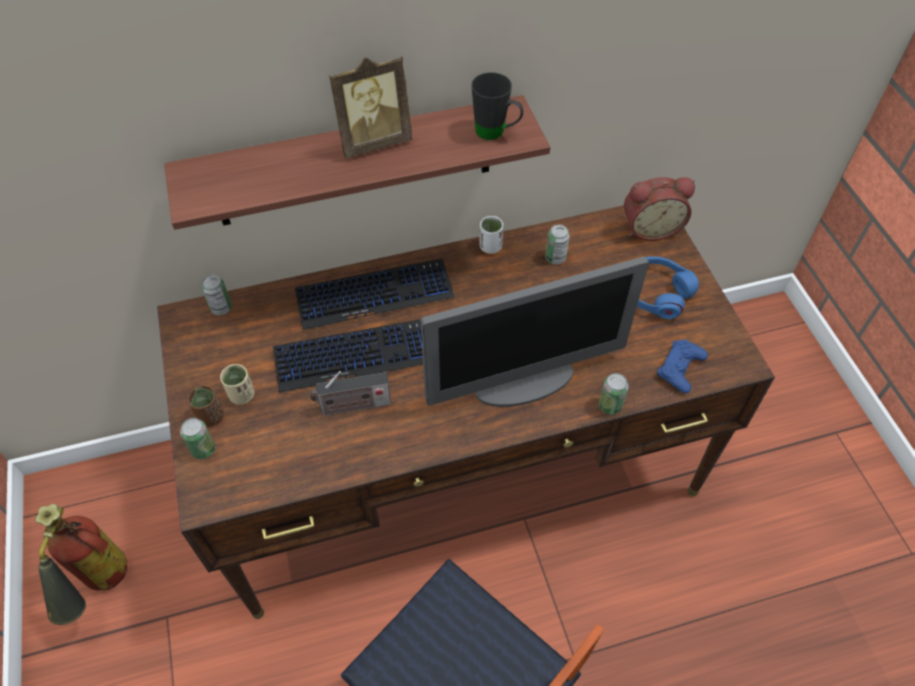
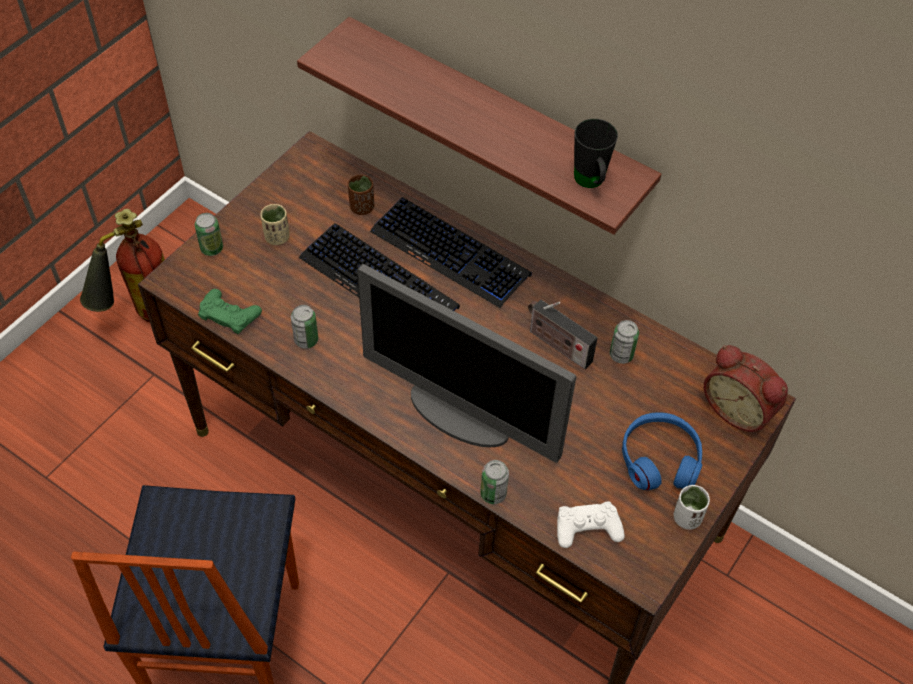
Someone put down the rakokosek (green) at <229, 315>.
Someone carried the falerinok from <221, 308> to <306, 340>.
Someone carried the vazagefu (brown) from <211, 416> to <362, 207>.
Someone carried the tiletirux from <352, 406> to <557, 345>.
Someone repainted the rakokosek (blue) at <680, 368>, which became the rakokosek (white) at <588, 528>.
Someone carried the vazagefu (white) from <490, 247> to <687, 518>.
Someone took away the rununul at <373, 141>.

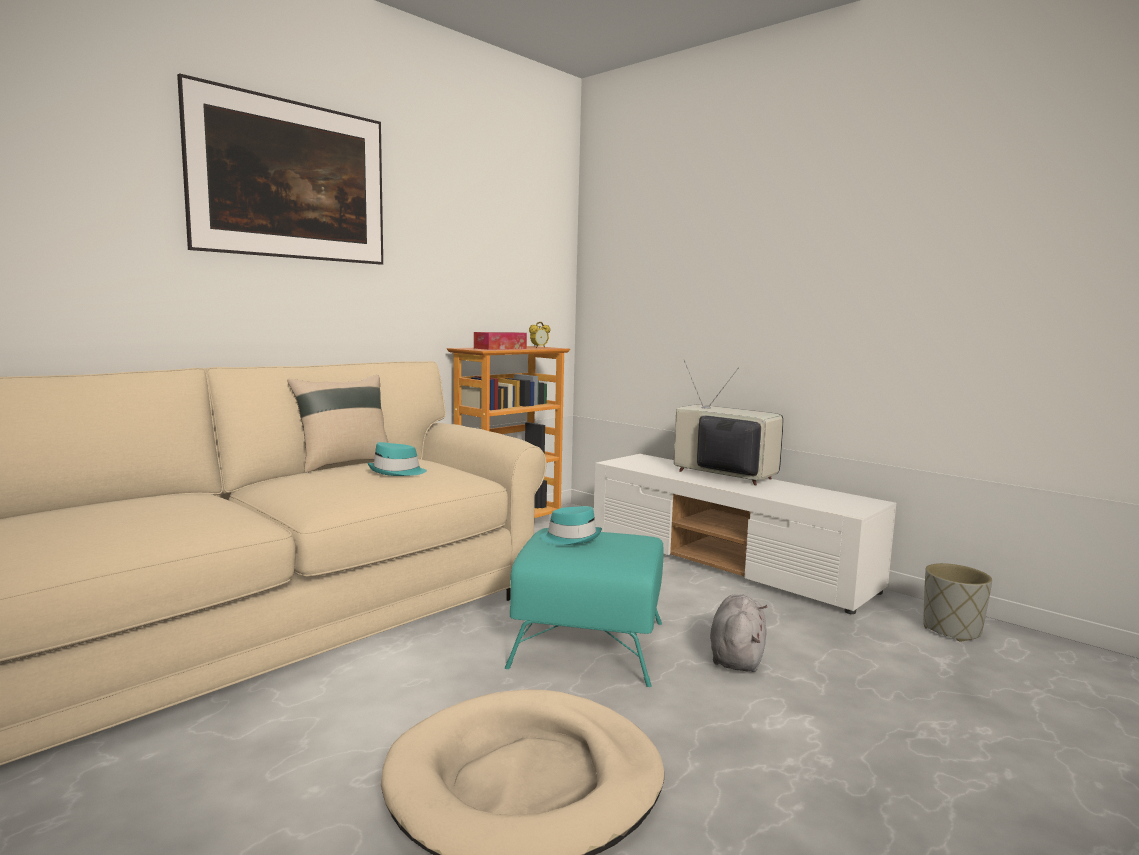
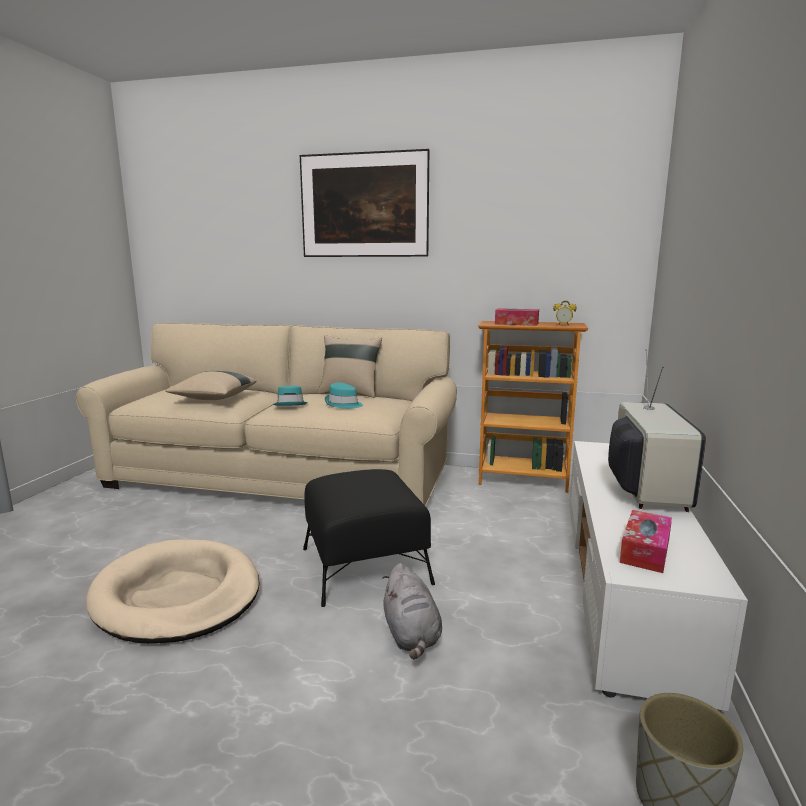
Someone put down the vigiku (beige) at <213, 399>.
Someone carried the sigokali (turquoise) from <571, 538> to <290, 404>.
Someone repainted the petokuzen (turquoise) at <587, 643>, which became the petokuzen (black) at <365, 565>.
Someone rotated the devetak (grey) at <736, 656> by 90 degrees clockwise.
Someone put down the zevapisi at <645, 550>.

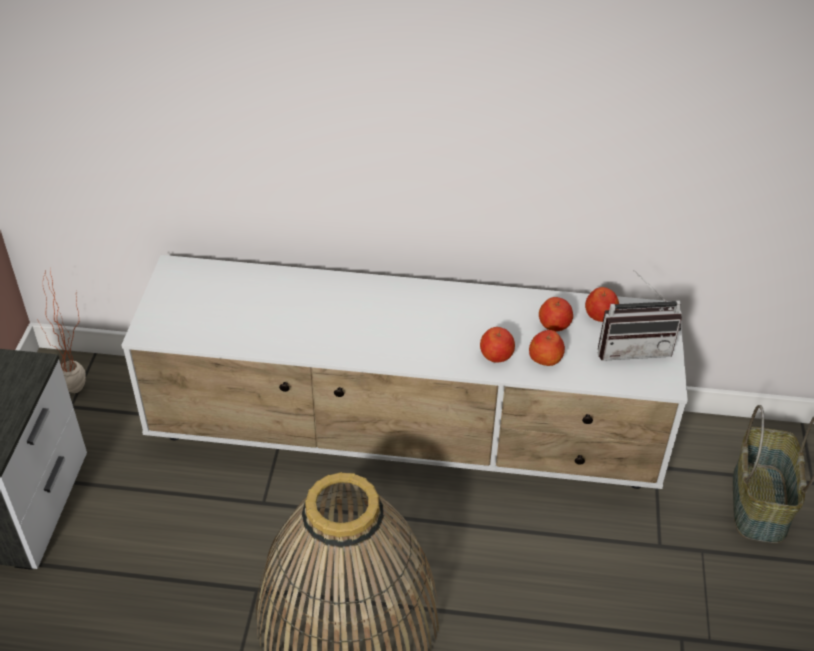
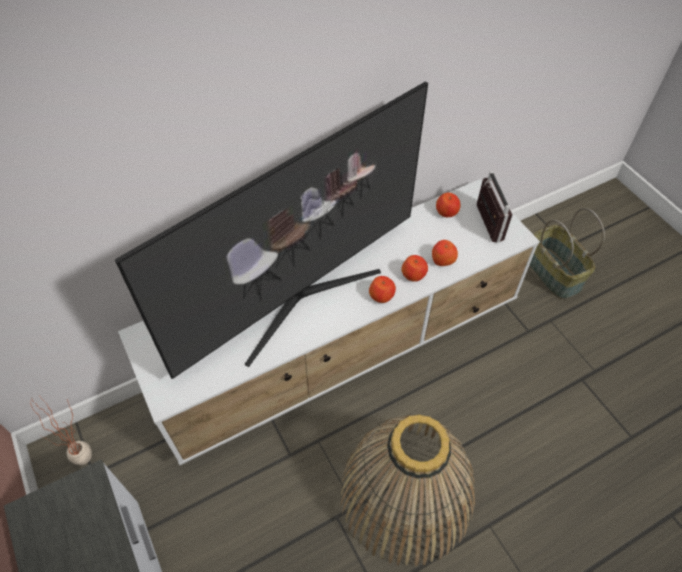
Someone put down the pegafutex at <299, 299>.
Someone carried the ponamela from <554, 324> to <382, 295>.
Someone rotated the tiletirux at <633, 347> by 60 degrees counterclockwise.

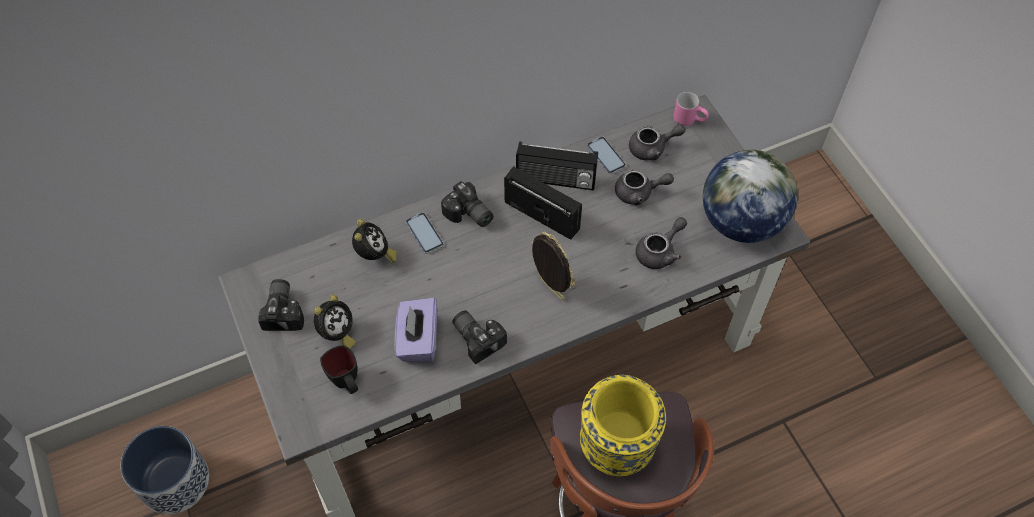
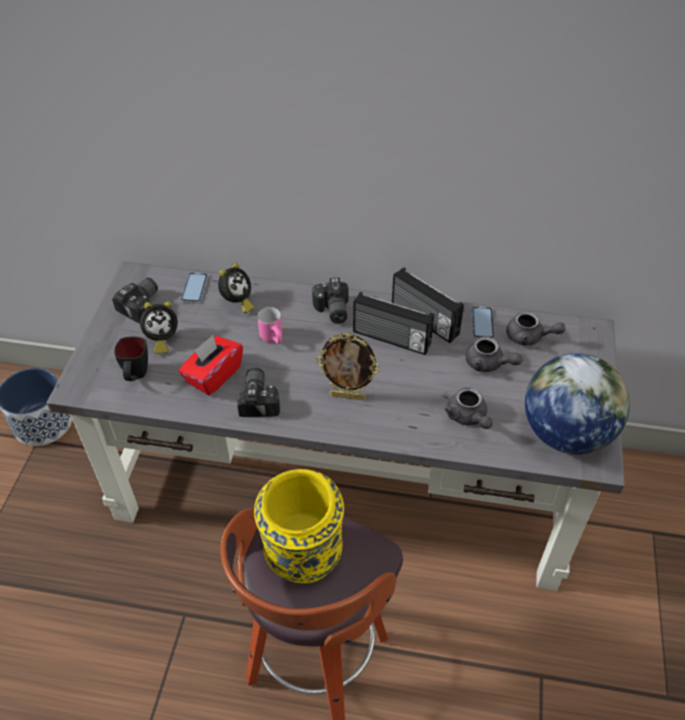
Someone repainted the zevapisi (purple) at <418, 340>, which became the zevapisi (red) at <213, 375>.
Someone carried the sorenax from <424, 233> to <194, 288>.
Someone carried the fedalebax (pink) from <689, 119> to <275, 338>.
Someone rotated the rununul at <550, 290> by 105 degrees clockwise.
Someone rotated the tiletirux at <542, 215> by 135 degrees clockwise.
Someone rotated the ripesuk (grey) at <659, 252> by 75 degrees clockwise.

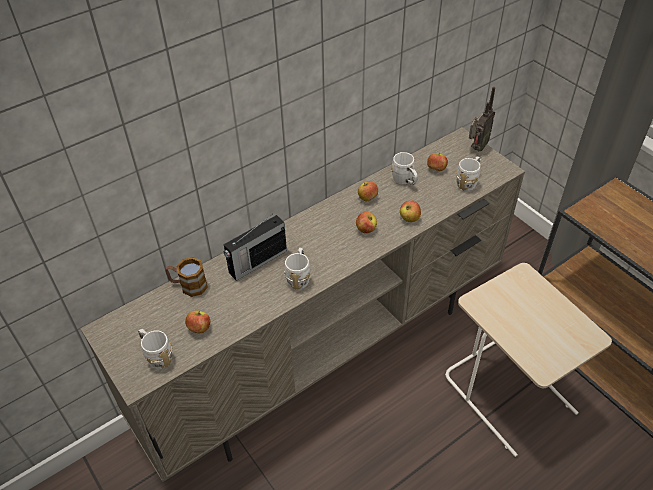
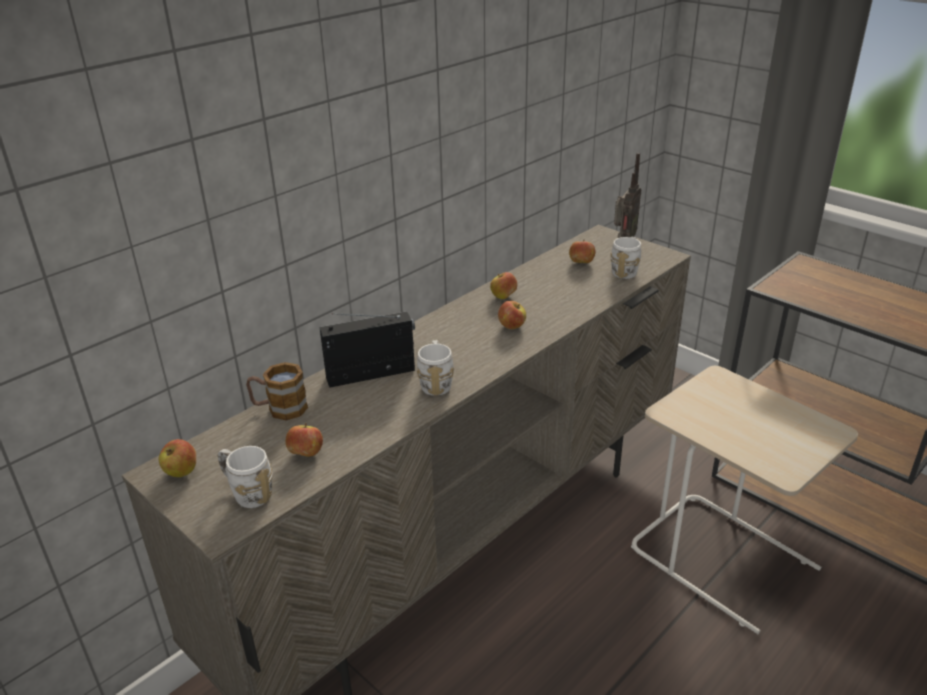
Someone carried the ponamela from <409, 218> to <181, 472>.
Someone rotated the tiletirux at <257, 262> by 150 degrees counterclockwise.
Someone took away the fedalebax (white) at <404, 181>.

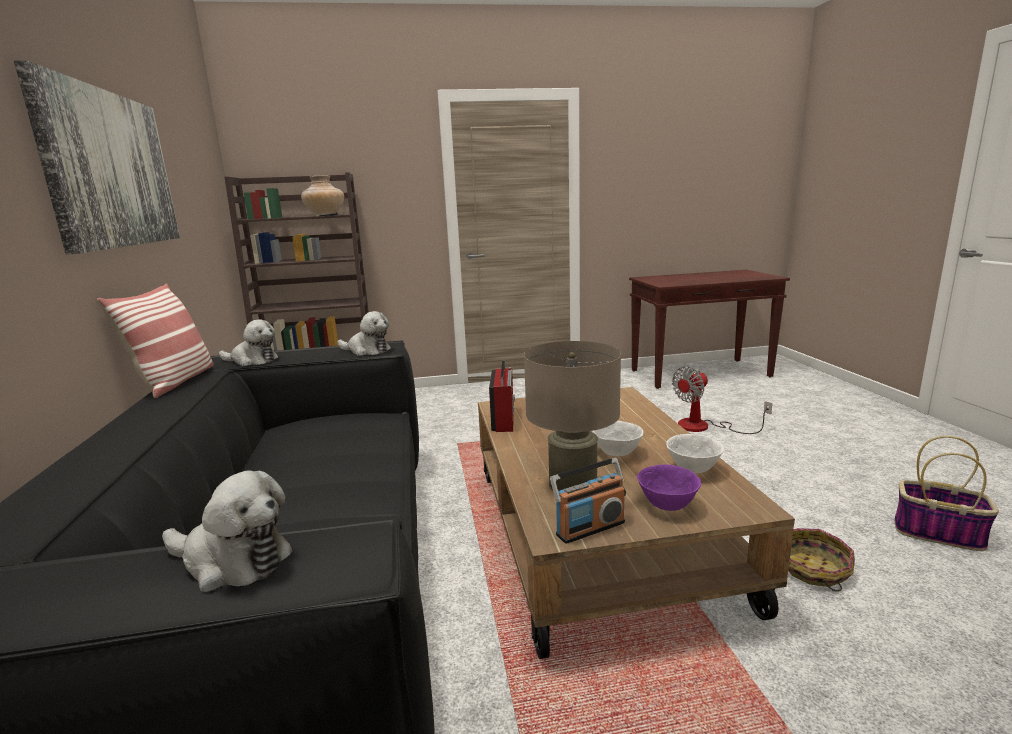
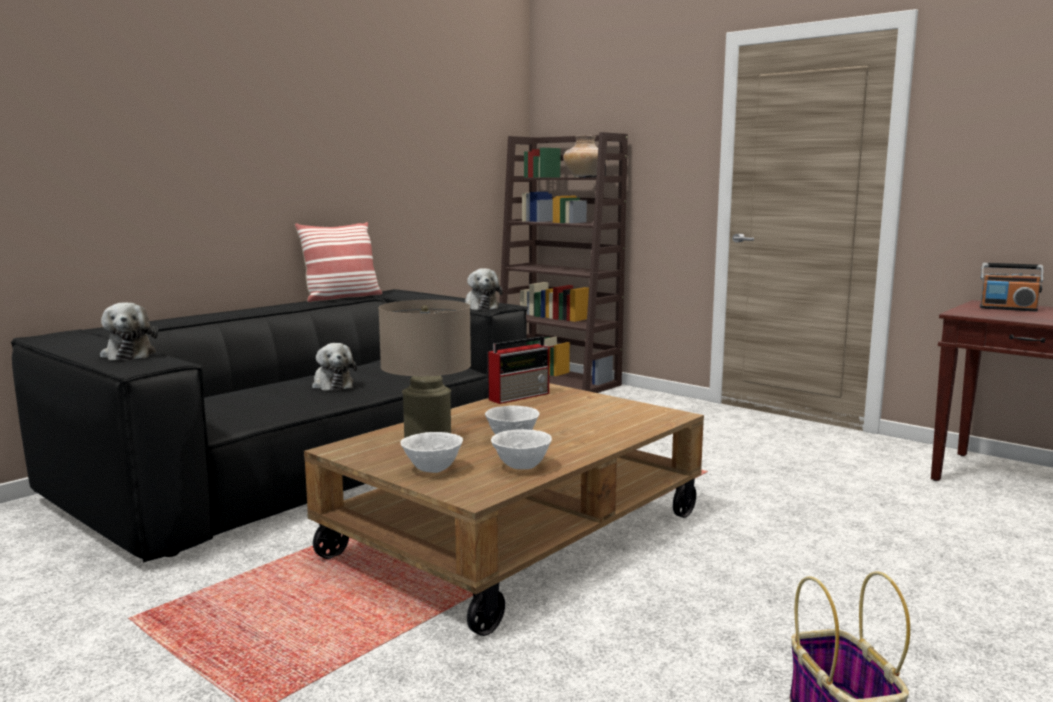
Someone carried the devetak from <252, 360> to <332, 384>.
Someone repainted the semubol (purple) at <667, 506>, which became the semubol (white) at <432, 470>.
Someone carried the tiletirux from <590, 528> to <1007, 309>.
Someone took away the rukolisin at <111, 170>.
Someone took away the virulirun at <705, 427>.
Someone took away the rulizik at <813, 570>.

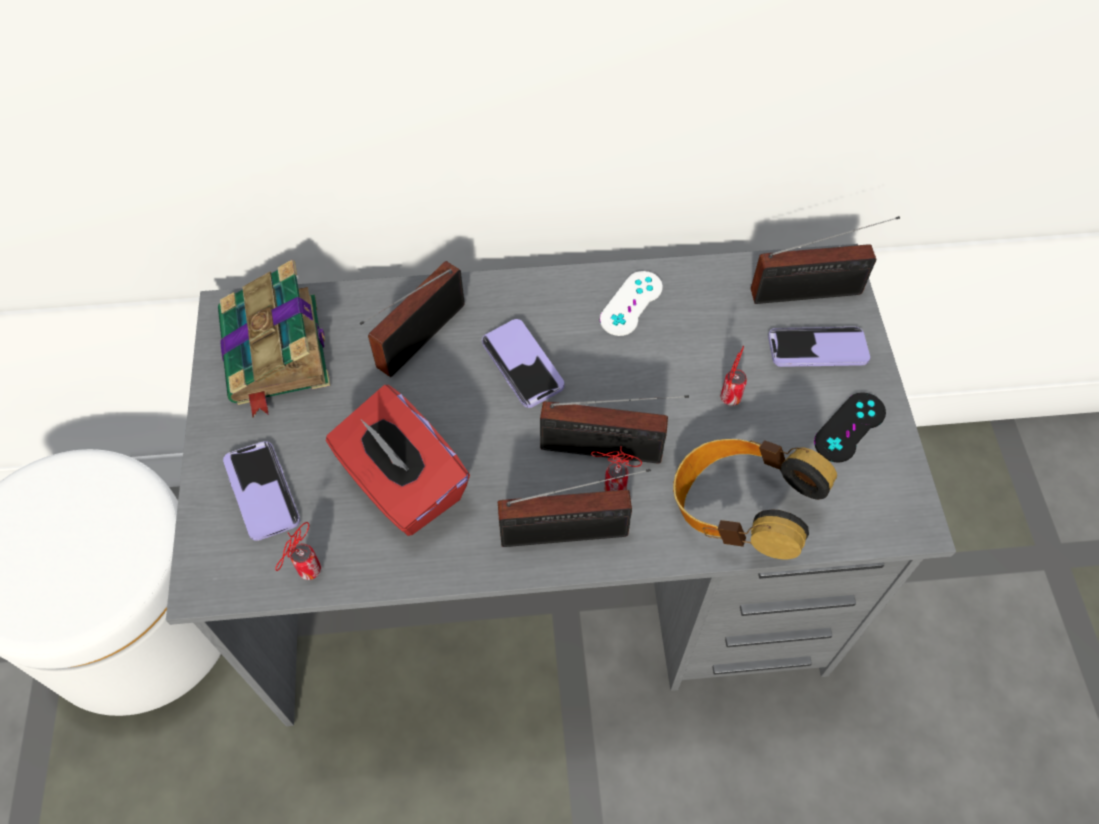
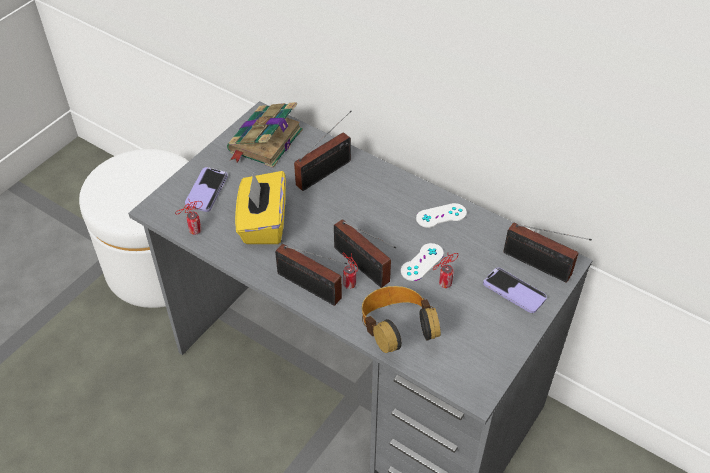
Someone repainted the zevapisi (red) at <402, 484>, which became the zevapisi (yellow) at <263, 223>.
Someone rotated the tiletirux at <416, 339> by 150 degrees clockwise.
Someone put down the rakokosek (white) at <422, 262>.
Someone took away the sorenax at <522, 365>.
Someone took away the rakokosek (black) at <849, 427>.

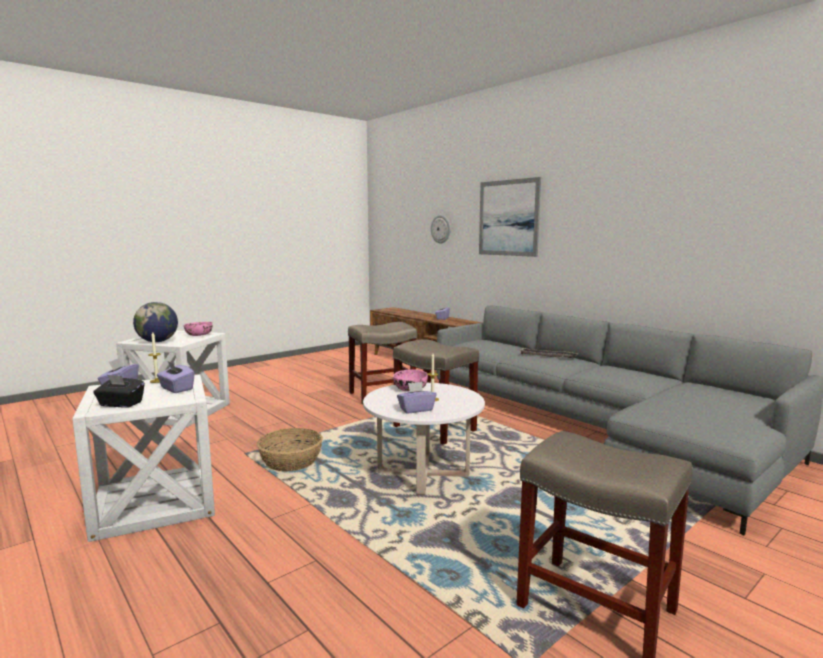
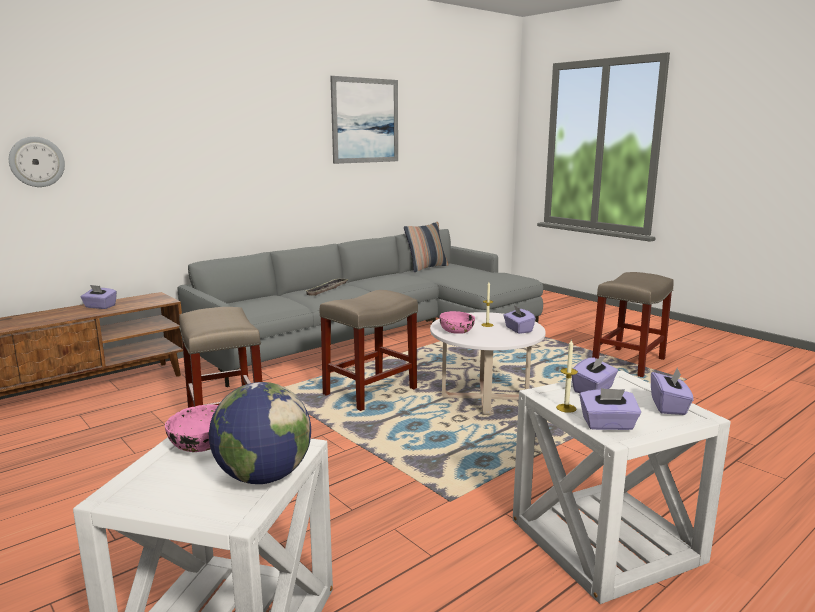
Someone carried the rukolisin from <508, 218> to <365, 120>.
Someone put down the vigiku at <426, 268>.
Someone repainted the zevapisi (black) at <120, 404>, which became the zevapisi (purple) at <669, 406>.
Someone took away the rulizik at <291, 461>.

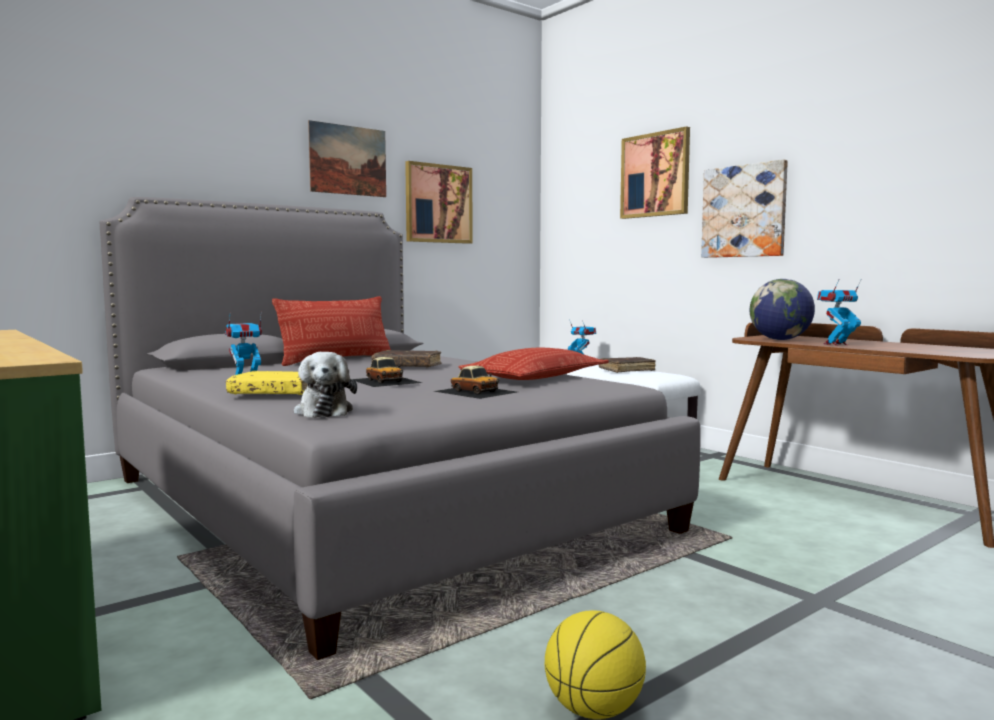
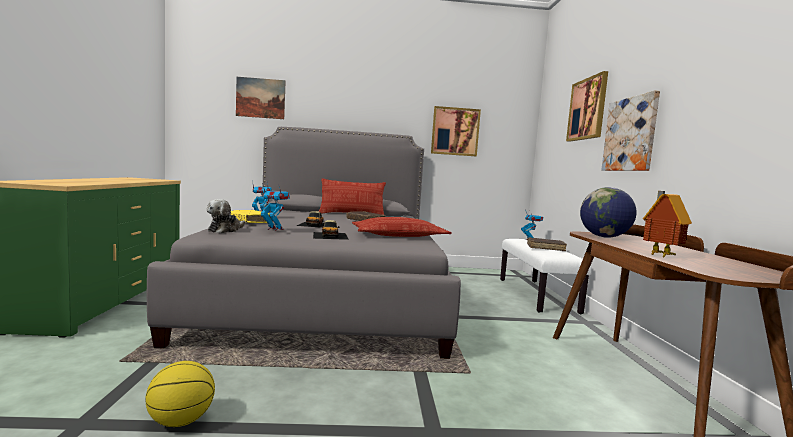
Someone carried the rukolisin from <348, 160> to <260, 98>.
Someone carried the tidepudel from <836, 344> to <274, 229>.
Someone put down the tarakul at <659, 255>.

